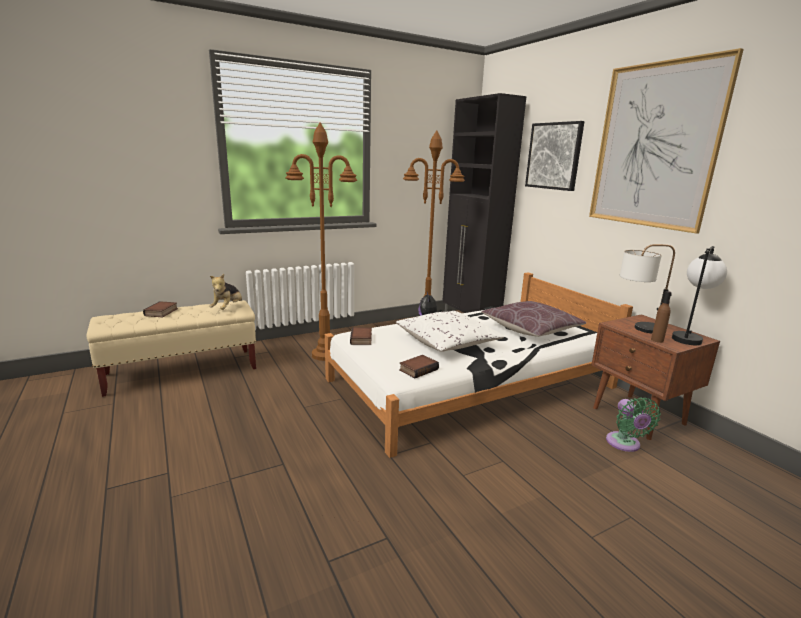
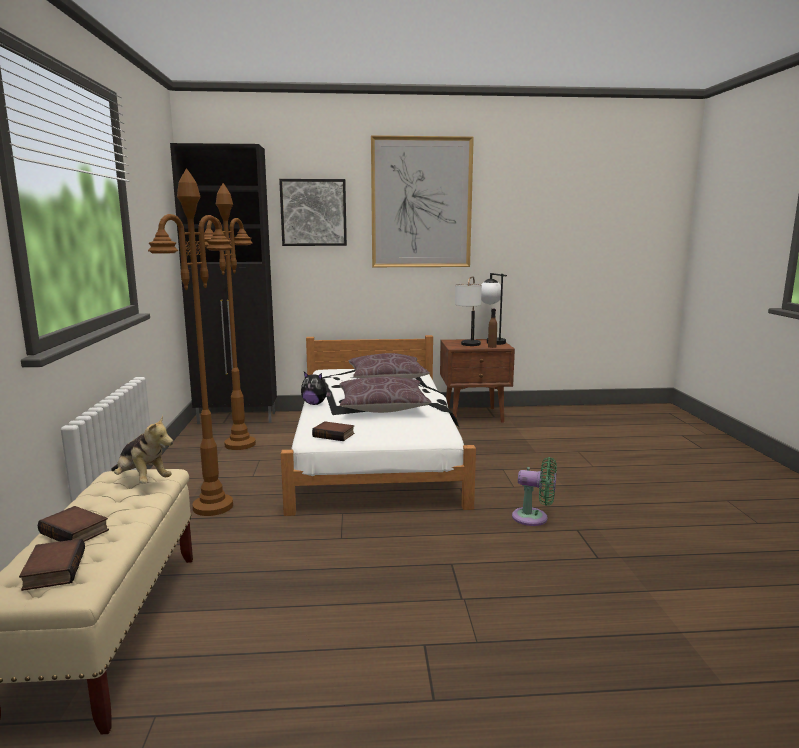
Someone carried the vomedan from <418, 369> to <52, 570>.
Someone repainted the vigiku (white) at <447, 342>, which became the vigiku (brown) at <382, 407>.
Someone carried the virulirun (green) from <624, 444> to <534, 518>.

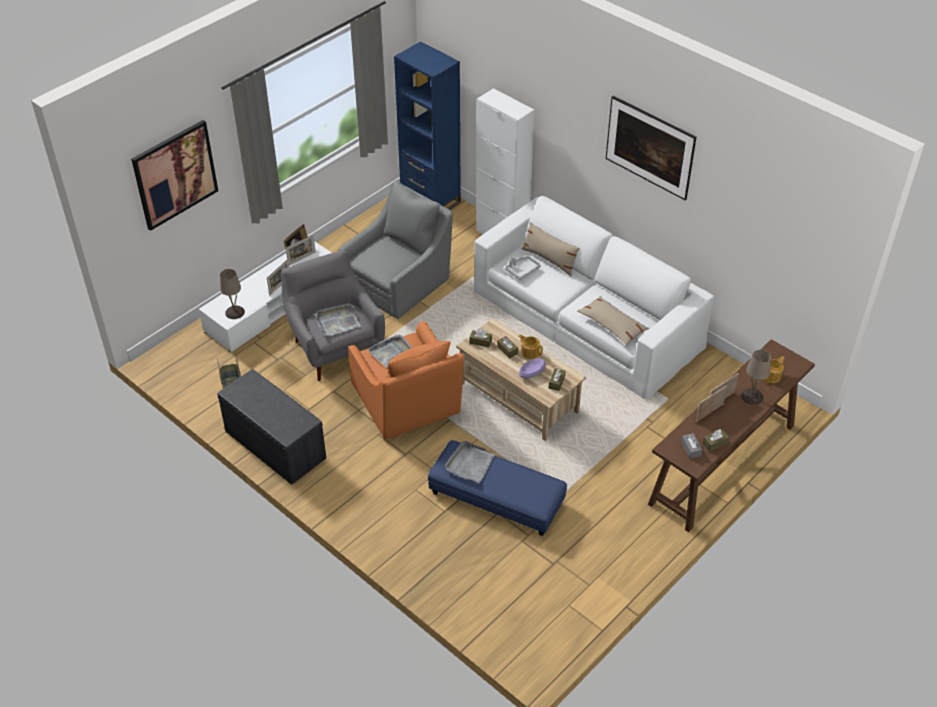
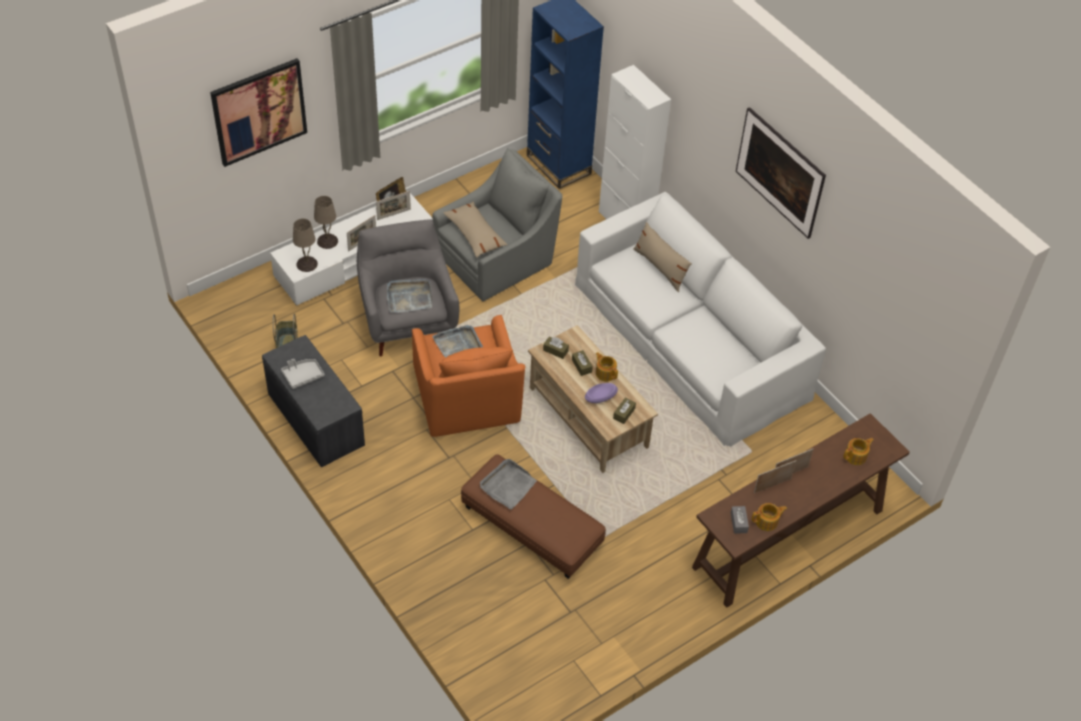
Someone carried the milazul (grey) from <522, 270> to <303, 376>.
Someone carried the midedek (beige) from <752, 397> to <327, 241>.
Someone carried the vigiku (beige) from <612, 325> to <475, 234>.
Someone repainted the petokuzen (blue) at <496, 497>, which became the petokuzen (brown) at <531, 526>.
Someone swapped the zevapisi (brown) at <715, 443> for the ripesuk at <767, 521>.

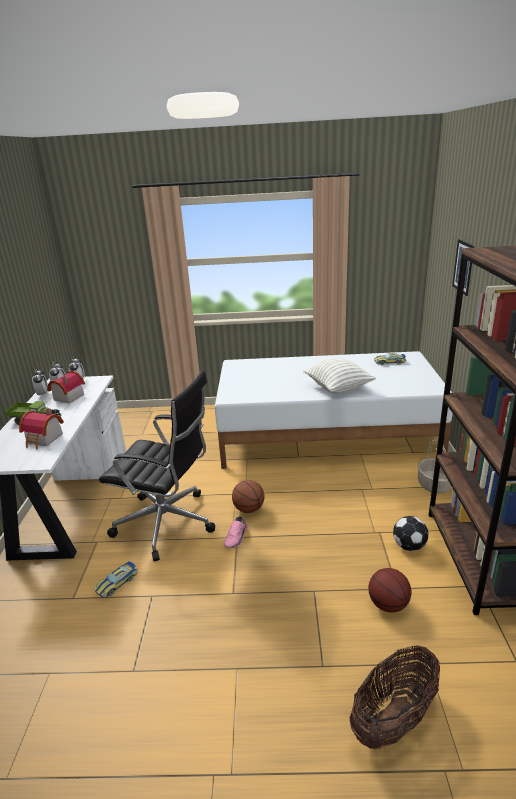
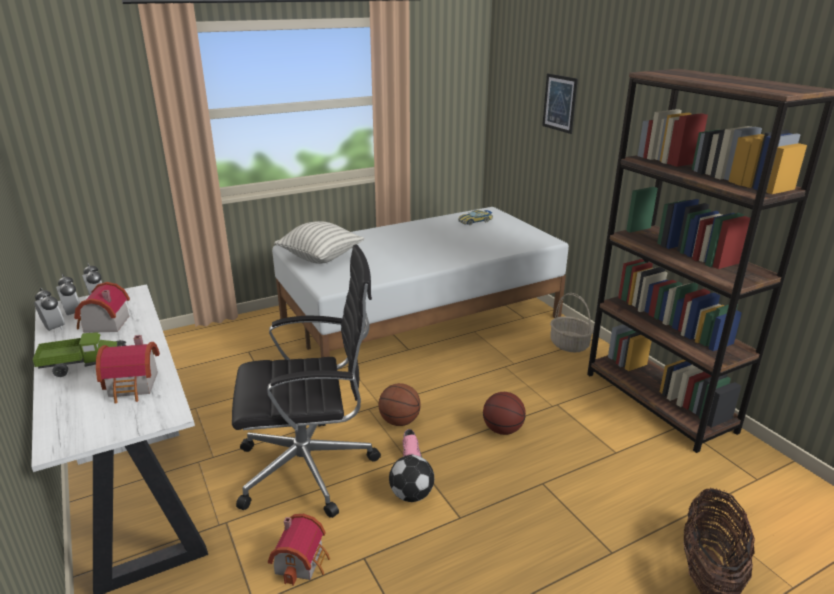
Someone swapped the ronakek at <117, 583> for the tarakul at <302, 561>.
Someone carried the vigiku from <338, 388> to <320, 258>.
Someone carried the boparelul from <409, 546> to <412, 495>.
Someone carried the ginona from <388, 604> to <502, 430>.

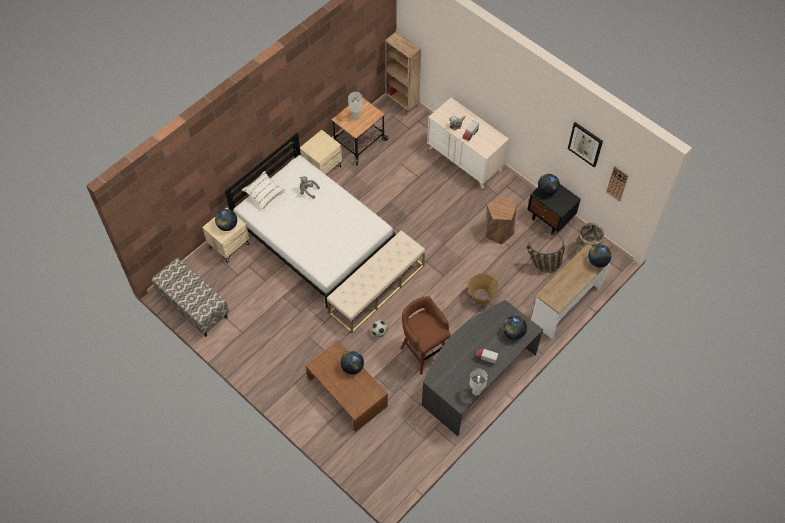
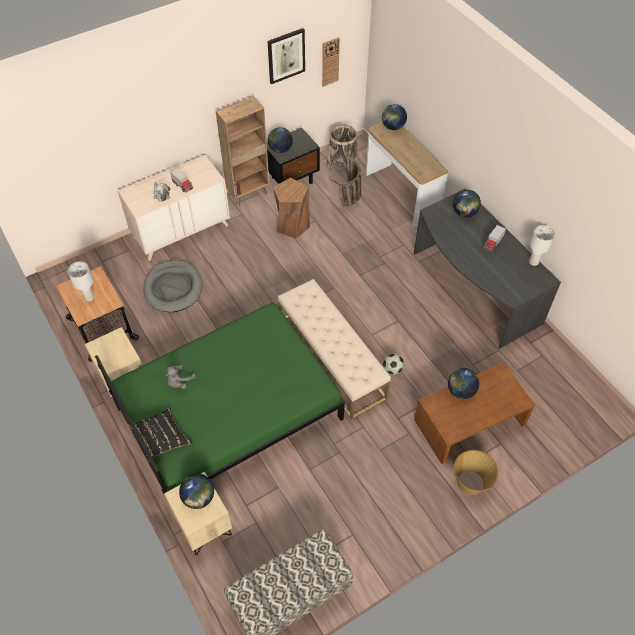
Someone repainted the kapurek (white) at <314, 237>, which became the kapurek (green) at <229, 412>.
Someone repainted the vigiku (white) at <264, 194>, which became the vigiku (black) at <161, 438>.
Someone put down the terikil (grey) at <173, 288>.
Someone carried the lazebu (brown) from <402, 104> to <248, 193>.
Someone carried the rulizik from <481, 297> to <470, 483>.
Someone took away the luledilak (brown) at <423, 351>.

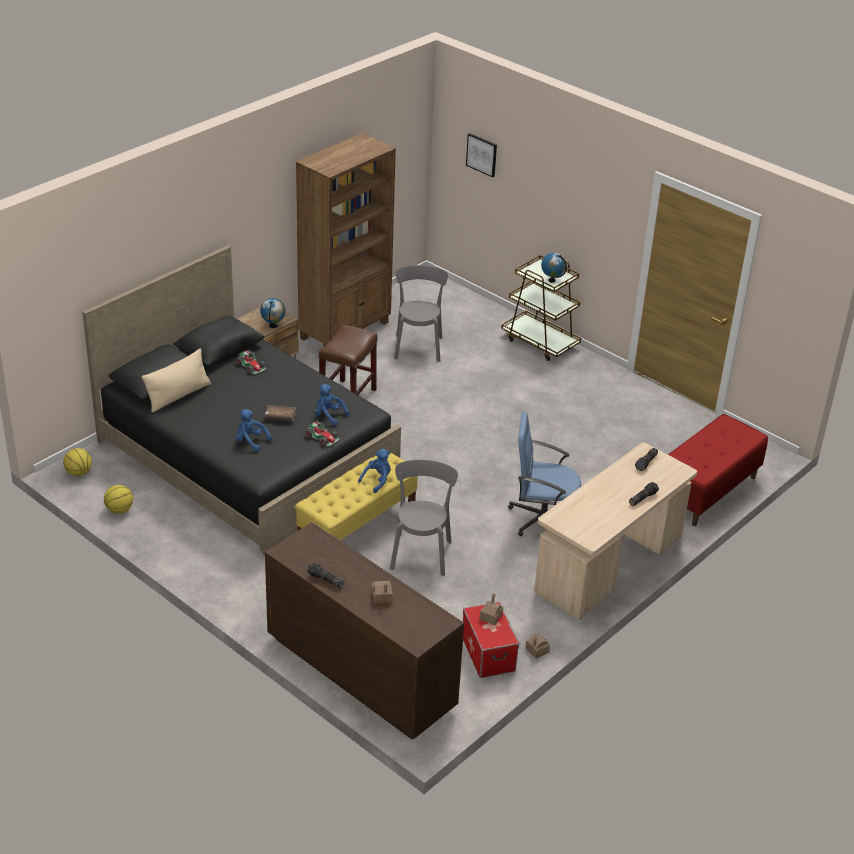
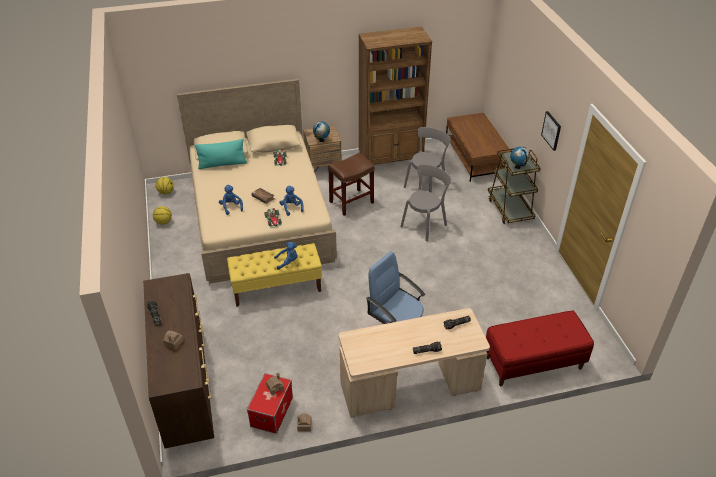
Someone repainted the kapurek (black) at <247, 456>, which became the kapurek (beige) at <260, 217>.
Someone repainted the vigiku (beige) at <178, 396>, which became the vigiku (turquoise) at <222, 164>.
Someone carried the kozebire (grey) from <421, 553> to <425, 224>.
Someone put down the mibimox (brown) at <475, 158>.
Someone carried the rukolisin from <482, 154> to <552, 130>.

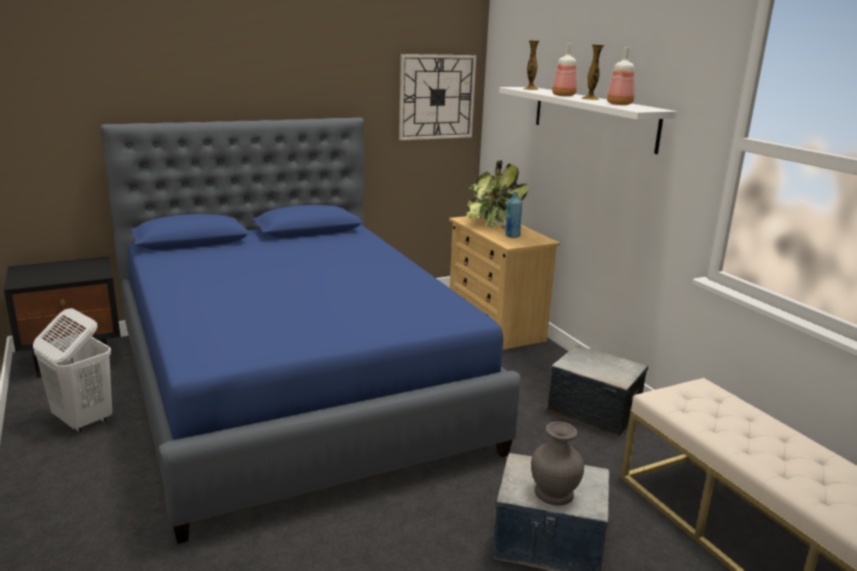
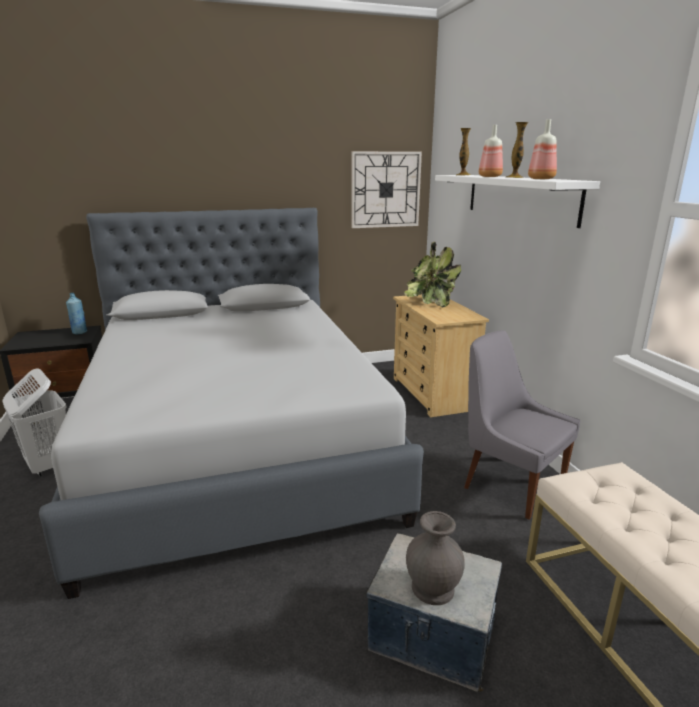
Someone repainted the kapurek (blue) at <295, 388>, which became the kapurek (grey) at <236, 445>.
Someone carried the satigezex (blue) from <512, 236> to <79, 332>.
Someone swapped the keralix at <593, 411> for the kozebire (grey) at <510, 484>.

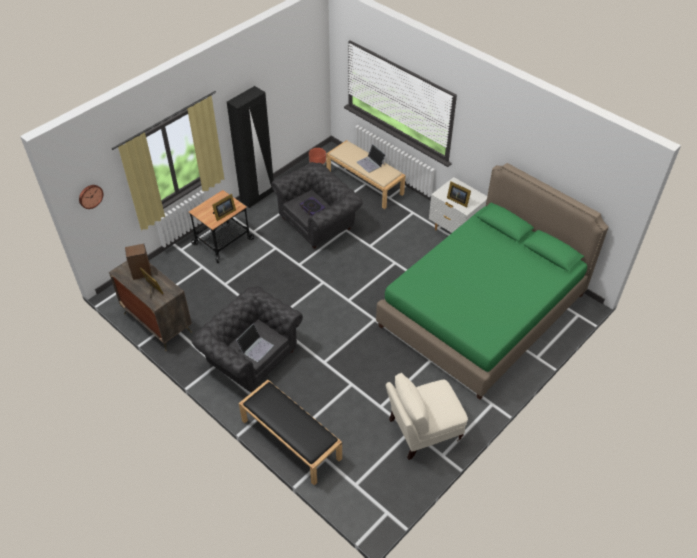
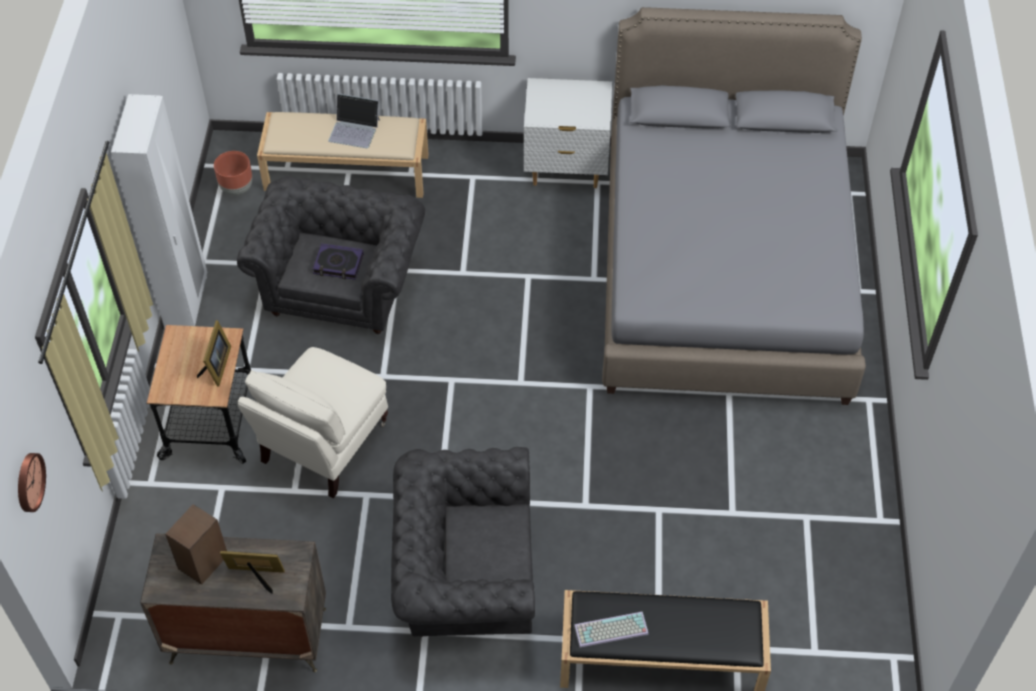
Someone repainted the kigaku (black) at <257, 196>, which became the kigaku (white) at <187, 303>.
Someone carried the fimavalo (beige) from <422, 430> to <322, 445>.
Someone put down the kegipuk at <610, 631>.
Someone repainted the kapurek (green) at <482, 310>, which became the kapurek (grey) at <723, 269>.
Someone took away the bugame at <255, 347>.
Someone took away the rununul at <457, 200>.

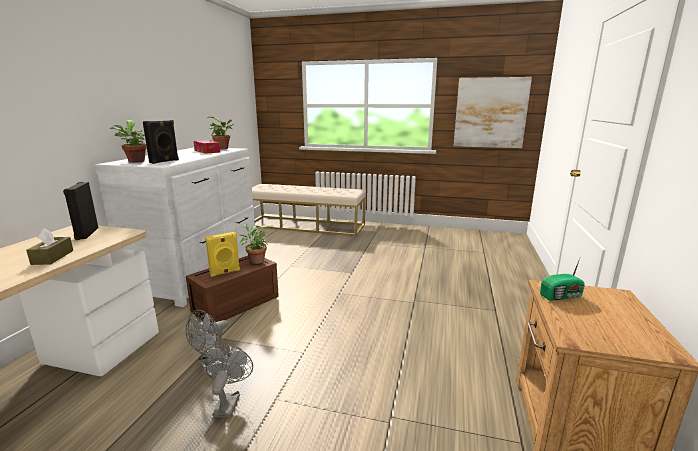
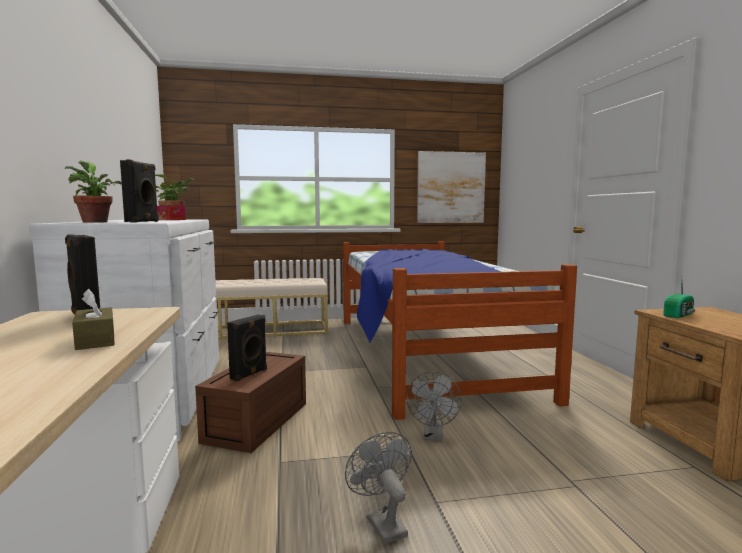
Someone repainted the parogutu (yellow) at <225, 272>, which became the parogutu (black) at <250, 374>.
Someone put down the kapurek at <423, 352>.
Someone carried the virulirun (grey) from <211, 359> to <433, 436>.
Someone took away the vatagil at <255, 260>.

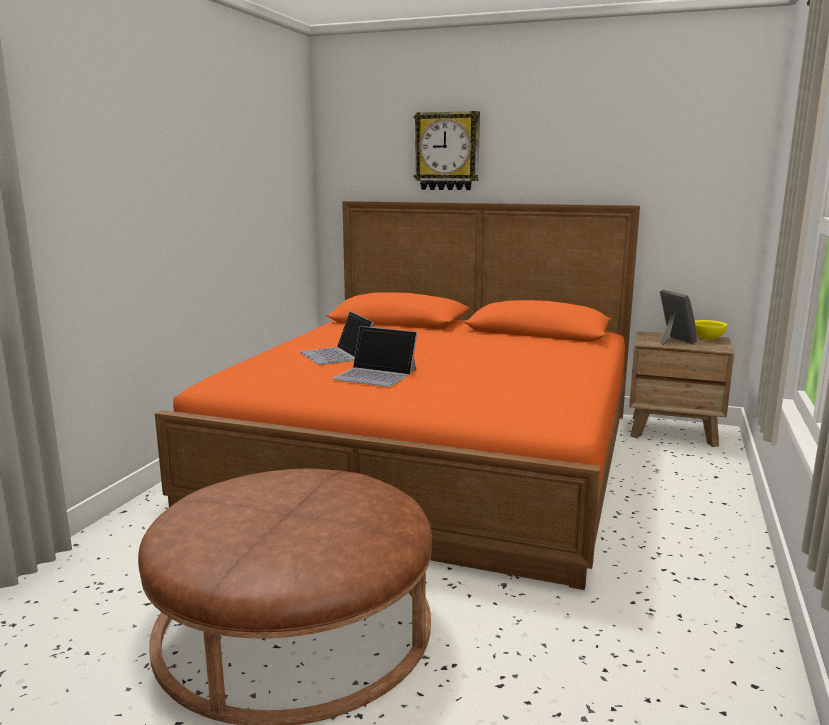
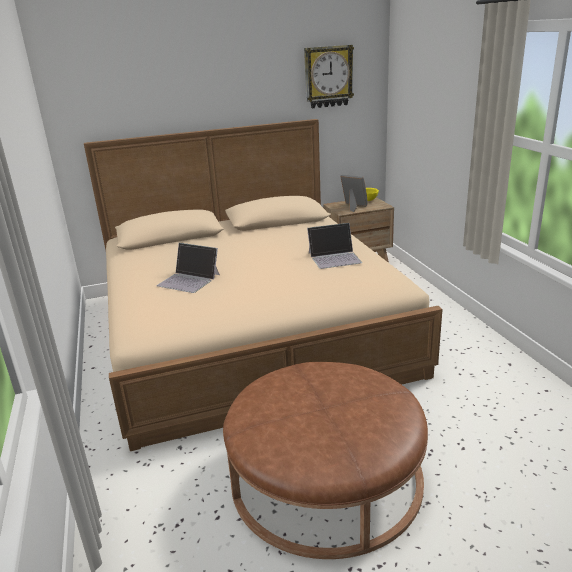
Someone repainted the kapurek (orange) at <432, 456>, which became the kapurek (beige) at <249, 330>.
Someone carried the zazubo from <447, 151> to <328, 76>.
Someone carried the bugame from <376, 374> to <335, 257>.

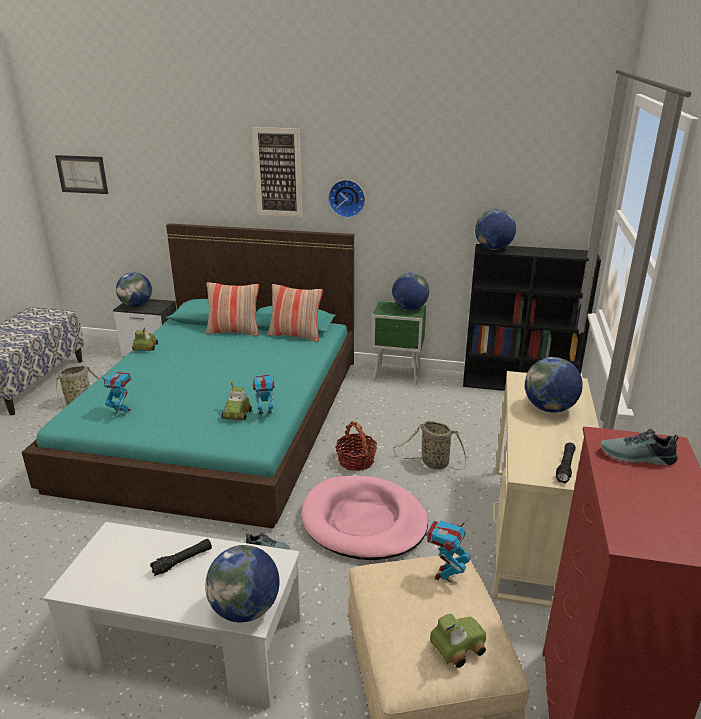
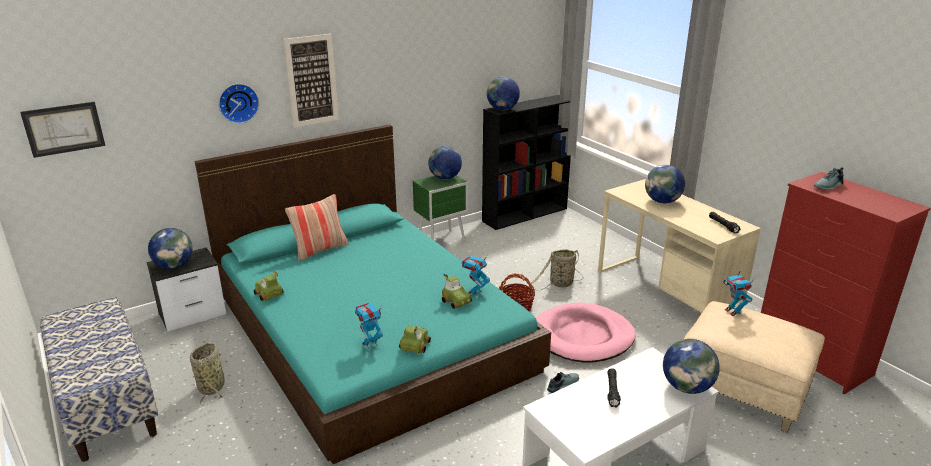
Someone carried the zazubo from <347, 198> to <238, 102>.
Someone carried the ronakek from <457, 646> to <414, 346>.
Someone took away the vigiku at <295, 335>.

